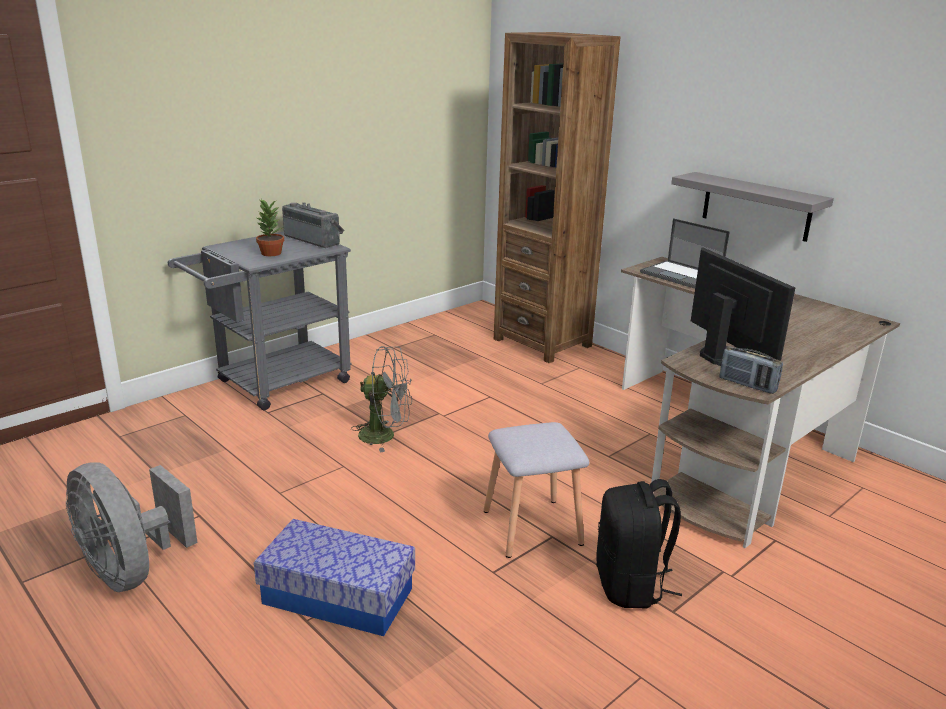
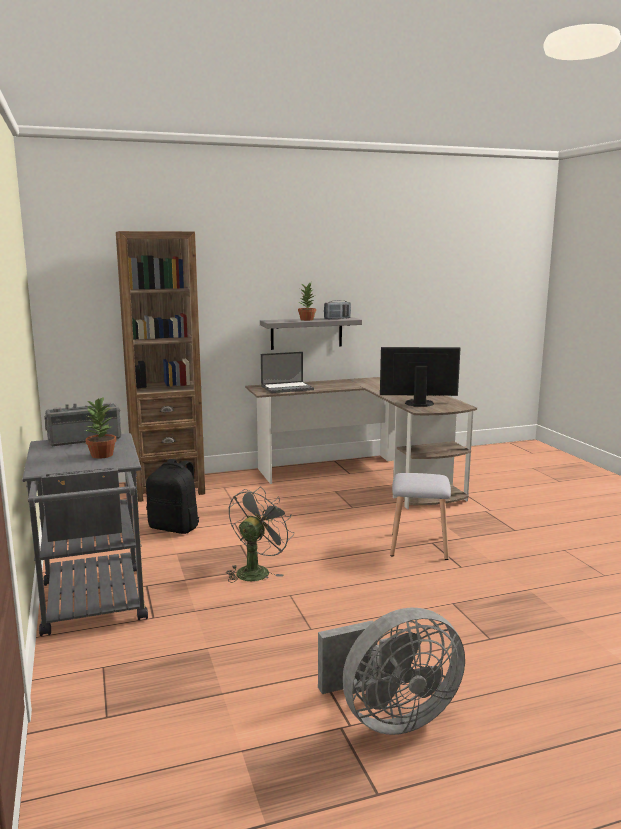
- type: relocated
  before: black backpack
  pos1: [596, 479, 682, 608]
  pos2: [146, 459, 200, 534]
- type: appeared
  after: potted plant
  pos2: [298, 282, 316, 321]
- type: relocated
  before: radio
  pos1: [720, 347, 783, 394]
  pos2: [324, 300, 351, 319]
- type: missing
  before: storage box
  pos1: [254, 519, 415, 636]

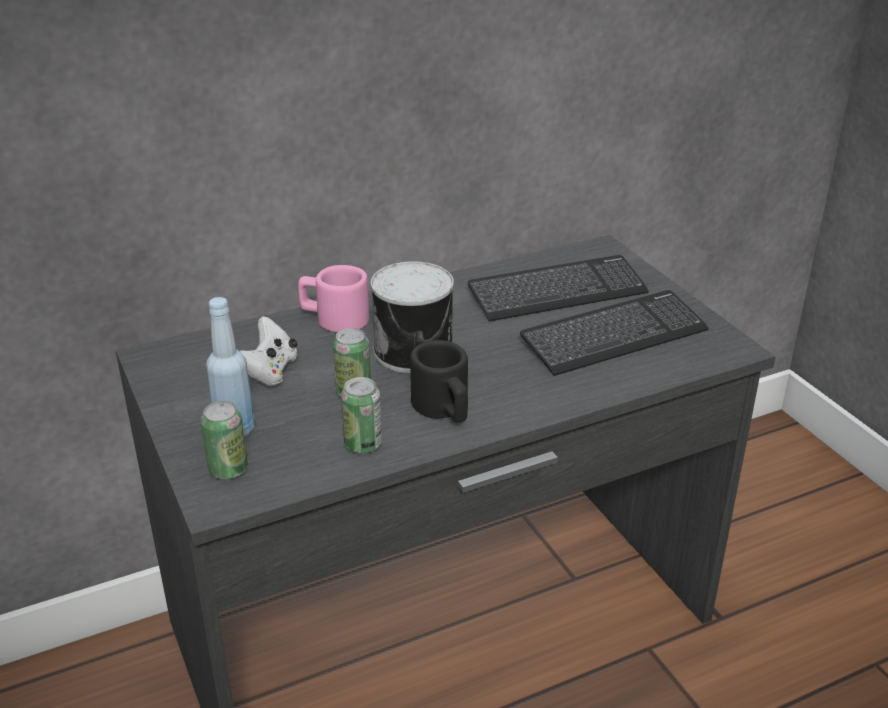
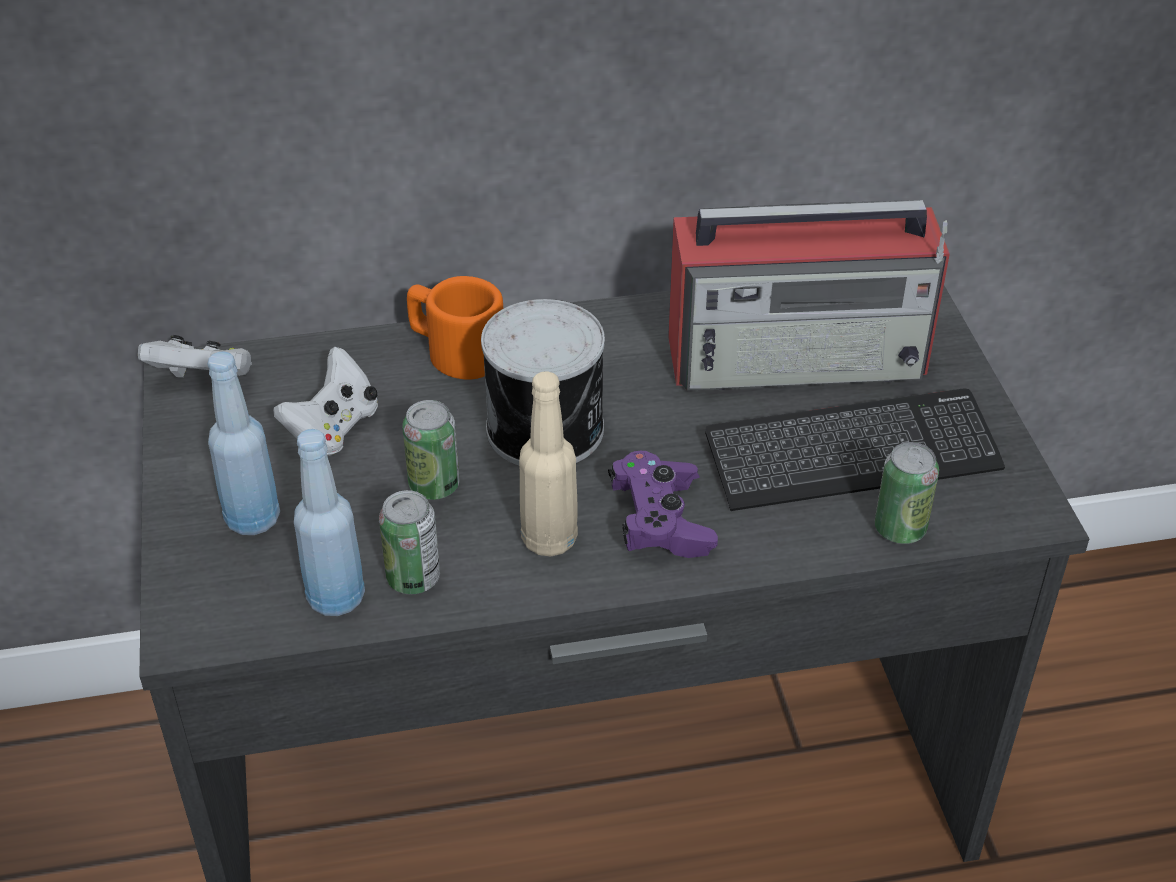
- type: appeared
  after: white game controller
  pos2: [138, 335, 252, 377]
- type: appeared
  after: blue bottle
  pos2: [294, 429, 365, 616]
- type: colour
  before: pink mug
  after: orange mug
  pos1: [298, 265, 369, 332]
  pos2: [407, 276, 503, 379]
- type: exchanged
  before: black mug
  after: beige bottle
  pos1: [410, 340, 468, 423]
  pos2: [519, 371, 578, 557]
- type: appeared
  after: purple game controller
  pos2: [608, 451, 718, 558]
- type: exchanged
  before: keyboard
  after: radio
  pos1: [468, 255, 649, 322]
  pos2: [668, 200, 950, 391]
- type: relocated
  before: can
  pos1: [201, 401, 248, 479]
  pos2: [874, 442, 939, 544]

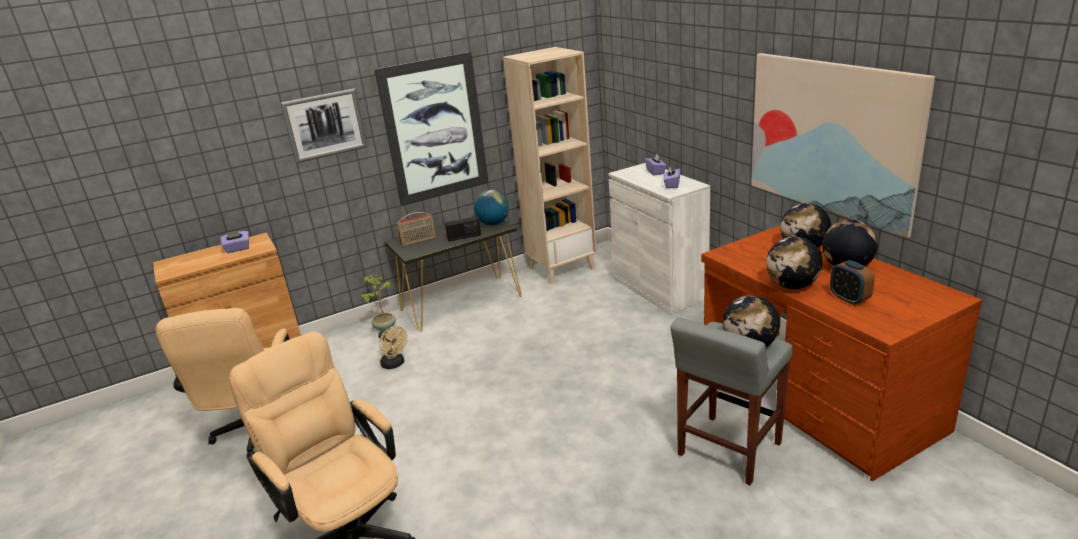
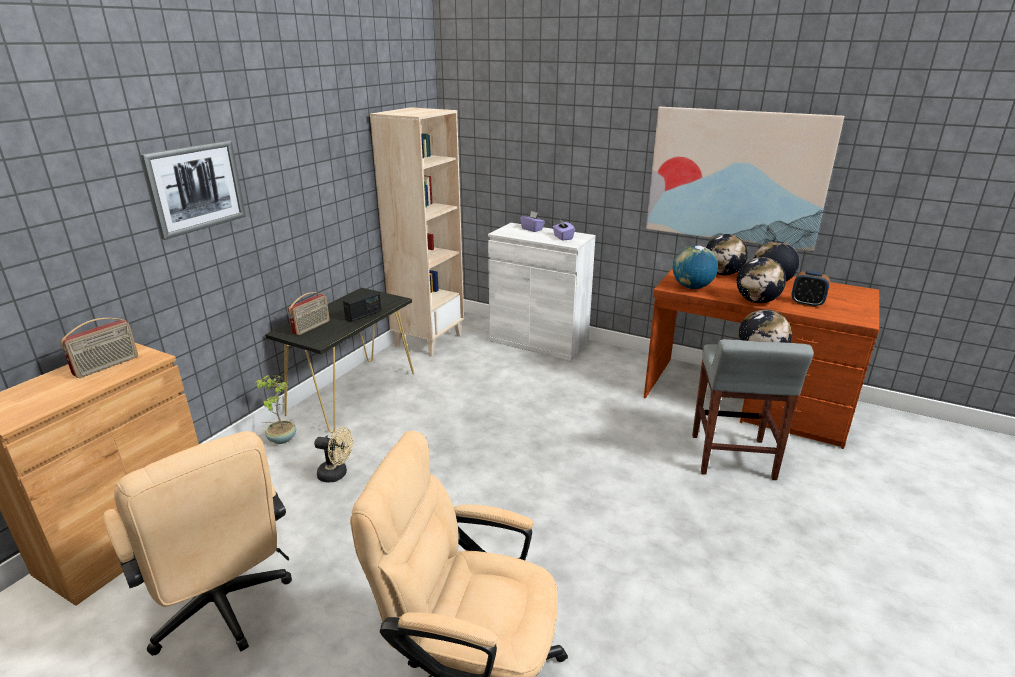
- type: exchanged
  before: purple tissue box
  after: radio
  pos1: [221, 231, 249, 253]
  pos2: [60, 318, 138, 378]
- type: relocated
  before: globe
  pos1: [474, 190, 509, 225]
  pos2: [673, 245, 718, 289]
- type: missing
  before: picture
  pos1: [374, 52, 489, 206]

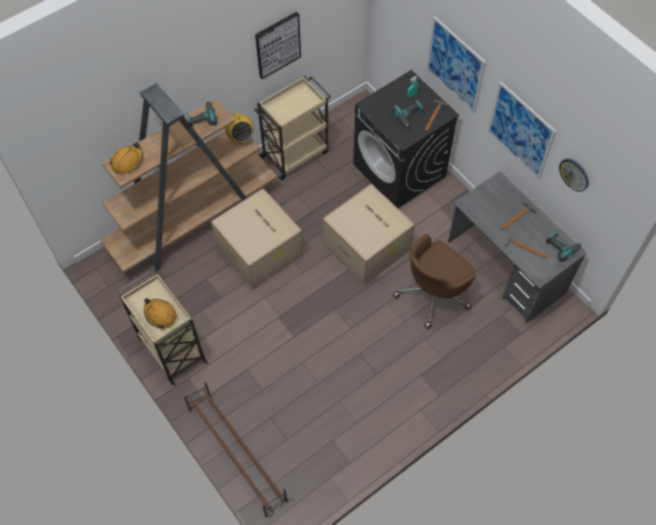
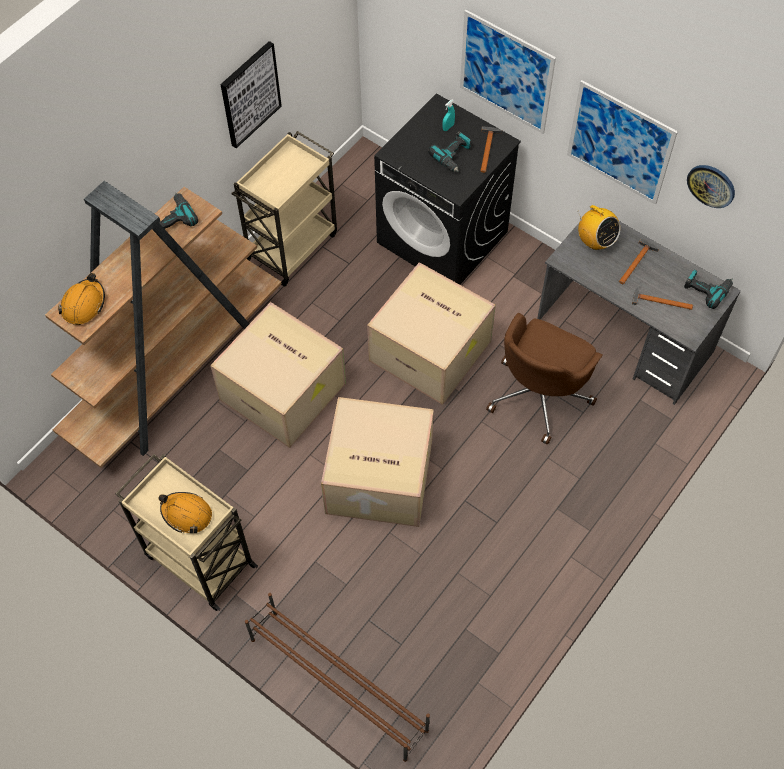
- type: appeared
  after: cardboard box
  pos2: [321, 397, 434, 527]
- type: relocated
  before: radio
  pos1: [225, 111, 254, 143]
  pos2: [578, 205, 621, 250]

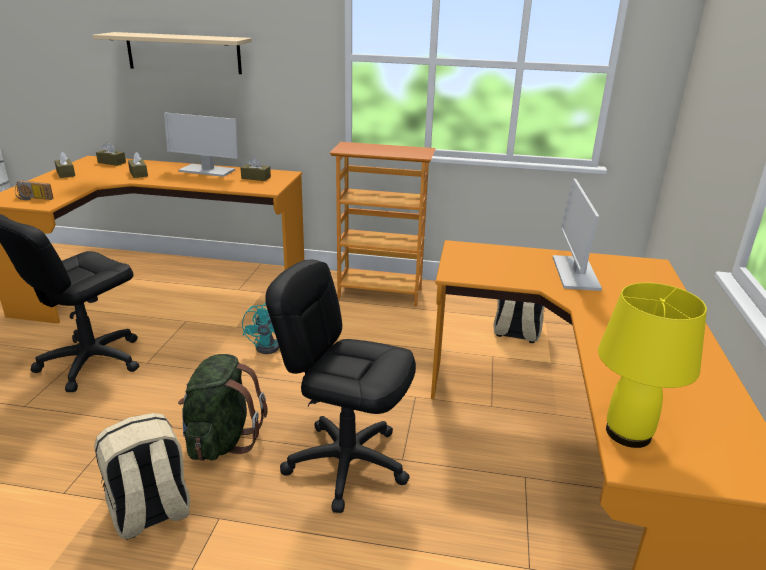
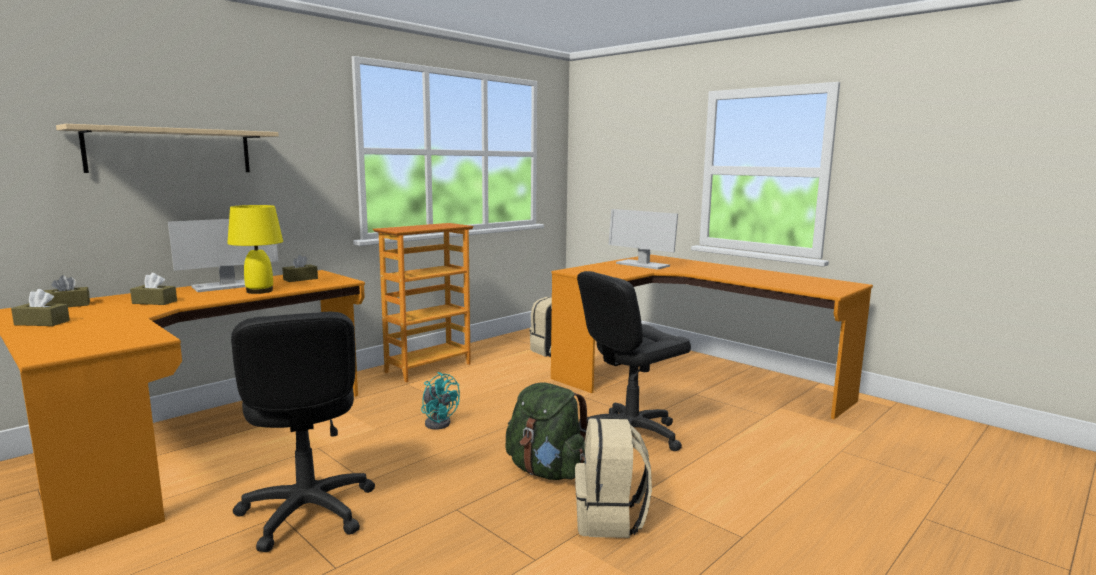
- type: relocated
  before: yellow table lamp
  pos1: [598, 282, 707, 448]
  pos2: [227, 205, 283, 294]
- type: missing
  before: radio
  pos1: [15, 180, 54, 200]

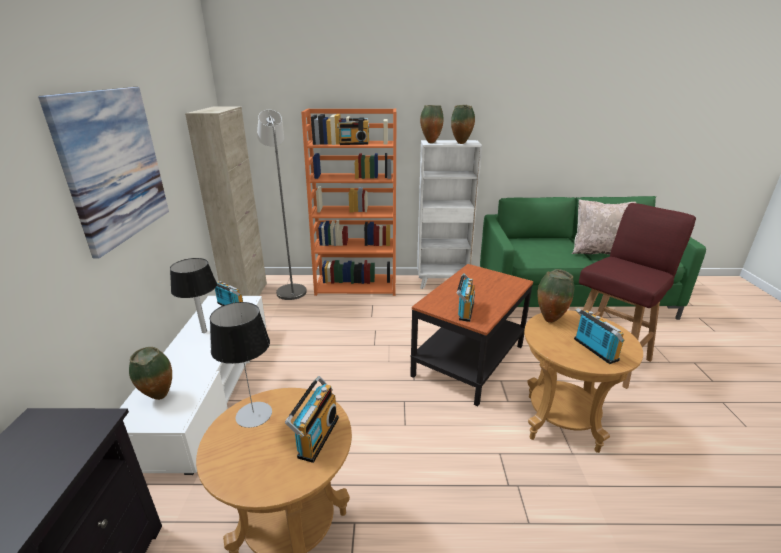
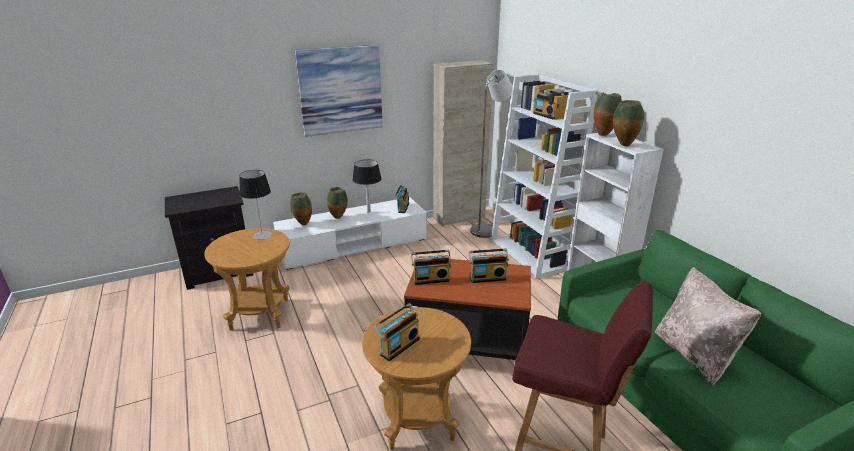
- type: relocated
  before: vase
  pos1: [537, 269, 574, 323]
  pos2: [327, 187, 348, 219]
- type: relocated
  before: radio
  pos1: [285, 376, 339, 463]
  pos2: [469, 248, 509, 283]
- type: colour
  before: orange bookcase
  after: white bookcase
  pos1: [301, 109, 397, 296]
  pos2: [491, 74, 598, 279]

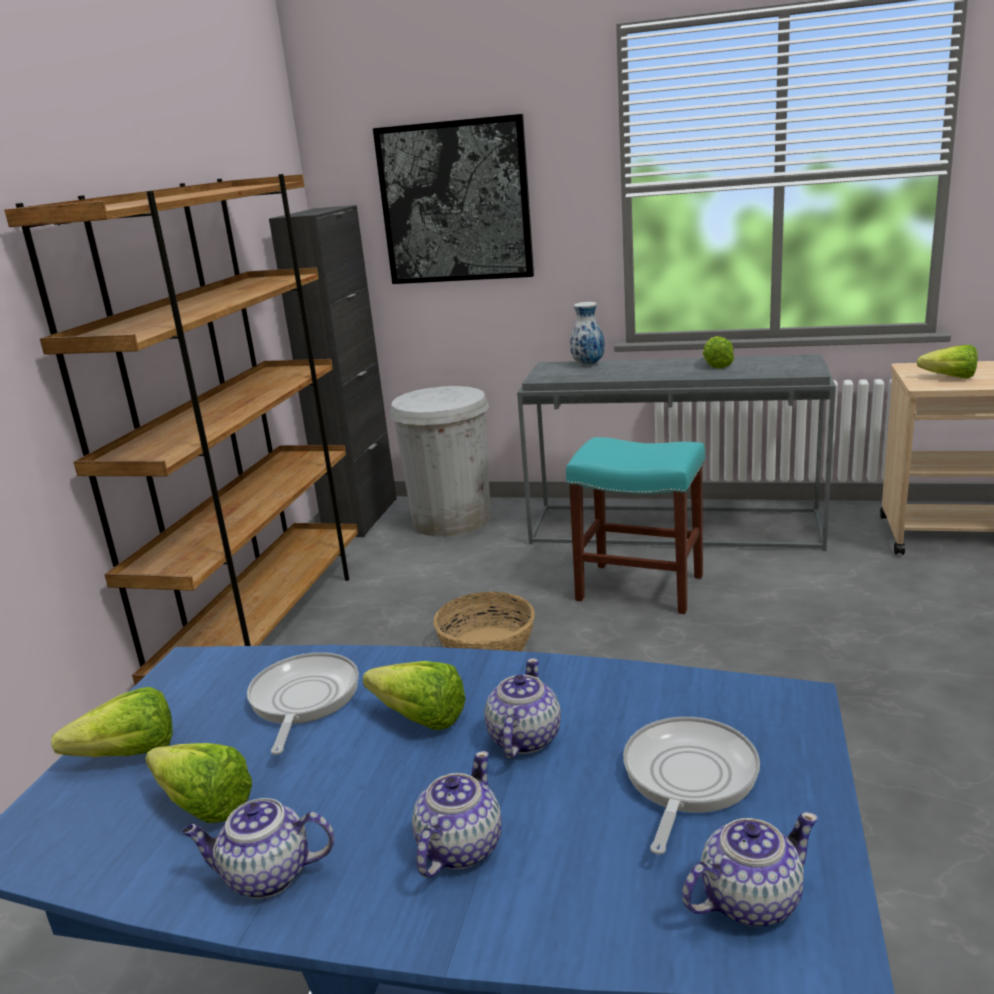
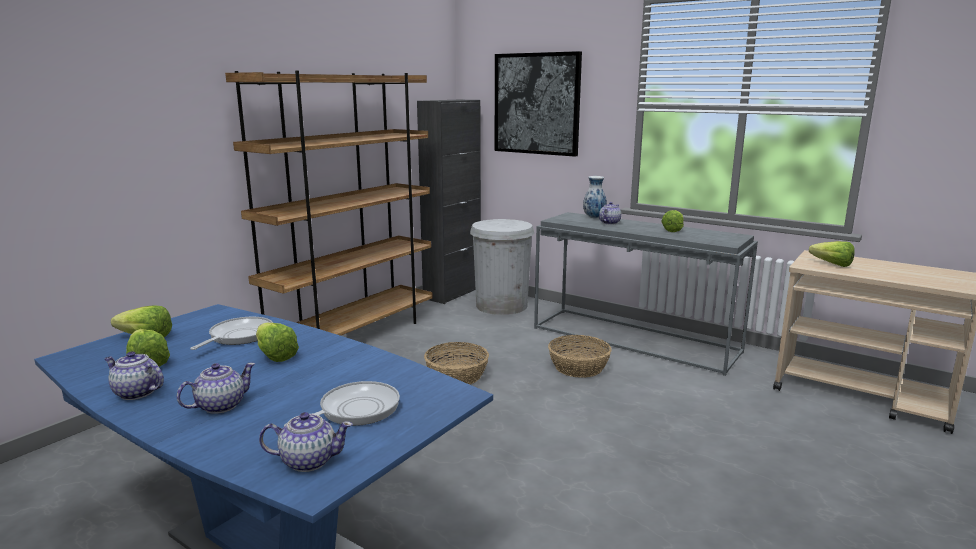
- type: exchanged
  before: turquoise stool
  after: basket
  pos1: [566, 437, 705, 614]
  pos2: [548, 335, 612, 378]
- type: relocated
  before: teapot
  pos1: [484, 658, 561, 759]
  pos2: [599, 202, 621, 225]

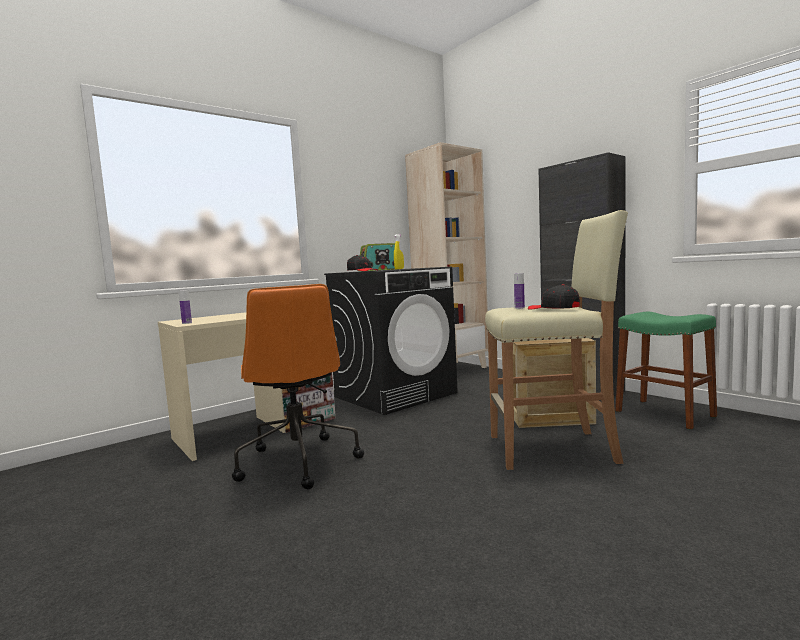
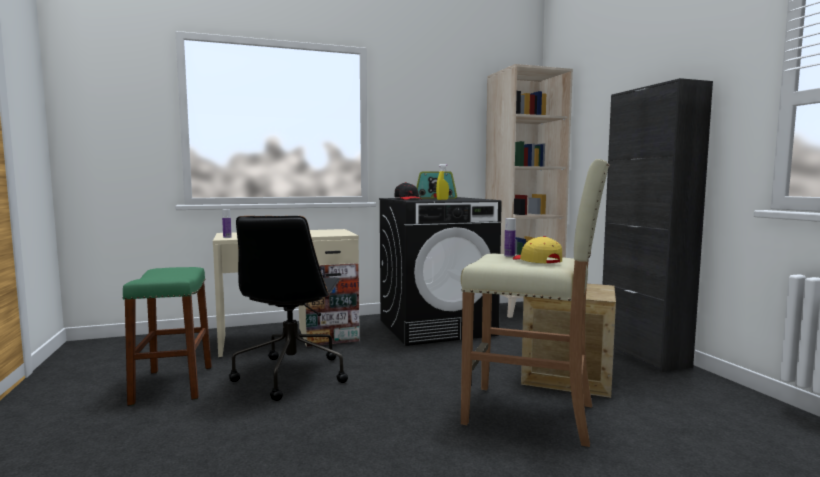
- type: relocated
  before: green stool
  pos1: [615, 312, 717, 430]
  pos2: [123, 267, 212, 406]
- type: colour
  before: orange office chair
  after: black office chair
  pos1: [232, 284, 364, 489]
  pos2: [229, 216, 348, 401]
- type: colour
  before: black cap
  after: yellow cap
  pos1: [528, 284, 580, 310]
  pos2: [513, 236, 562, 263]

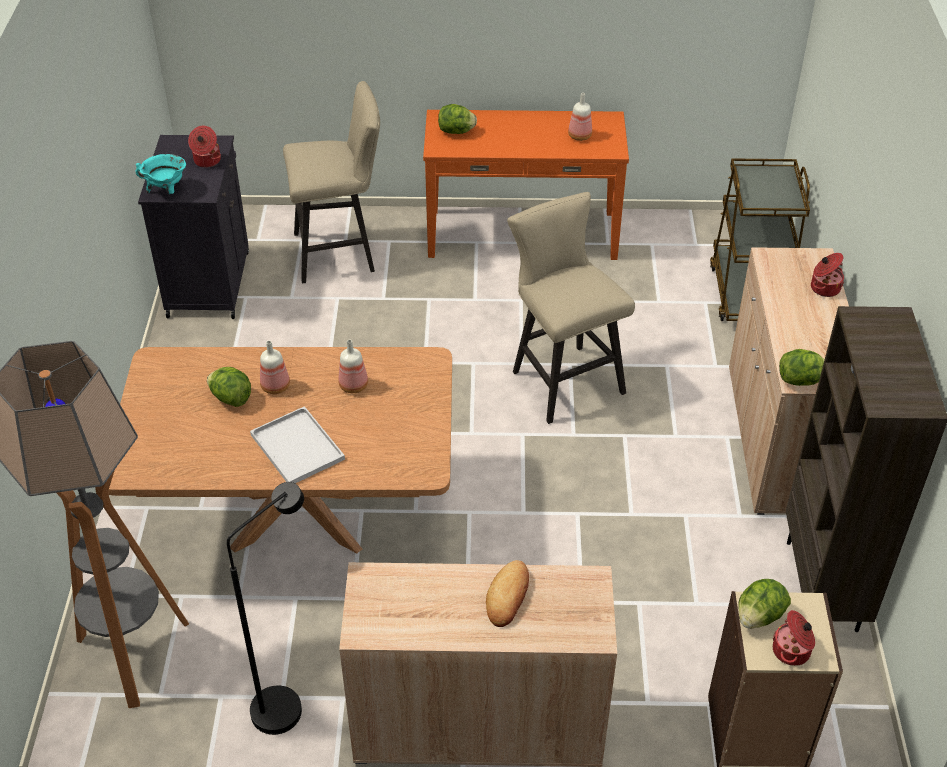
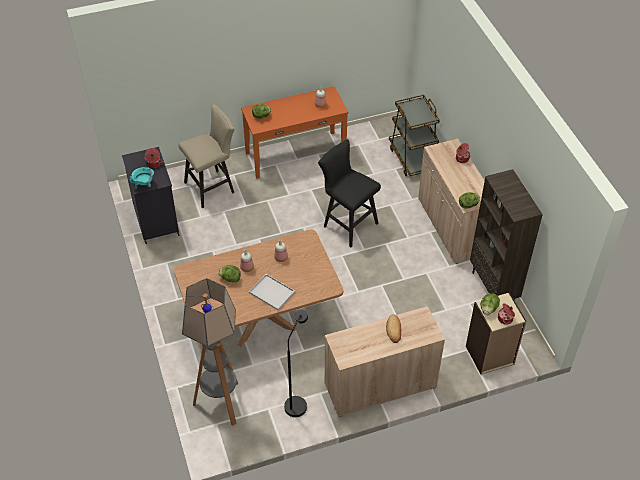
- type: colour
  before: beige stool
  after: black stool
  pos1: [507, 192, 635, 424]
  pos2: [318, 139, 381, 247]

